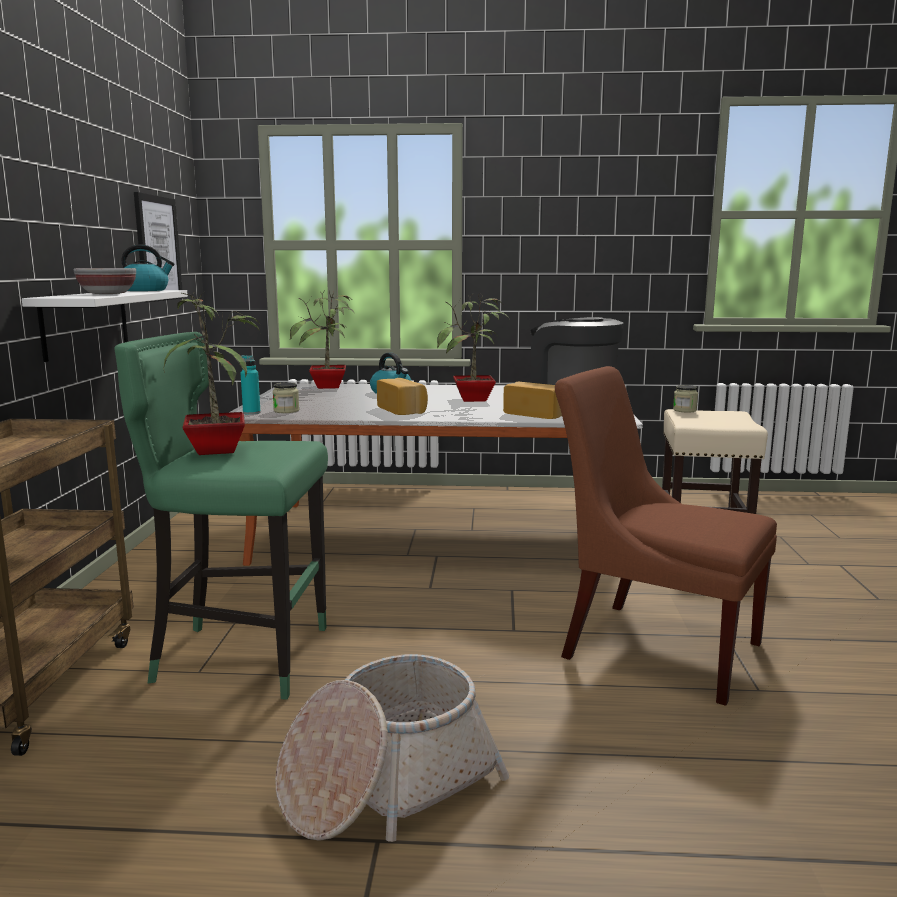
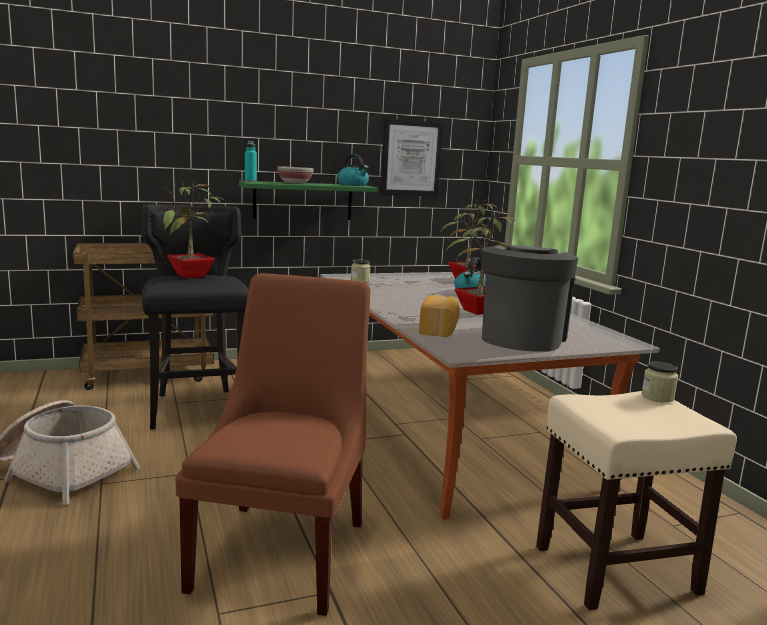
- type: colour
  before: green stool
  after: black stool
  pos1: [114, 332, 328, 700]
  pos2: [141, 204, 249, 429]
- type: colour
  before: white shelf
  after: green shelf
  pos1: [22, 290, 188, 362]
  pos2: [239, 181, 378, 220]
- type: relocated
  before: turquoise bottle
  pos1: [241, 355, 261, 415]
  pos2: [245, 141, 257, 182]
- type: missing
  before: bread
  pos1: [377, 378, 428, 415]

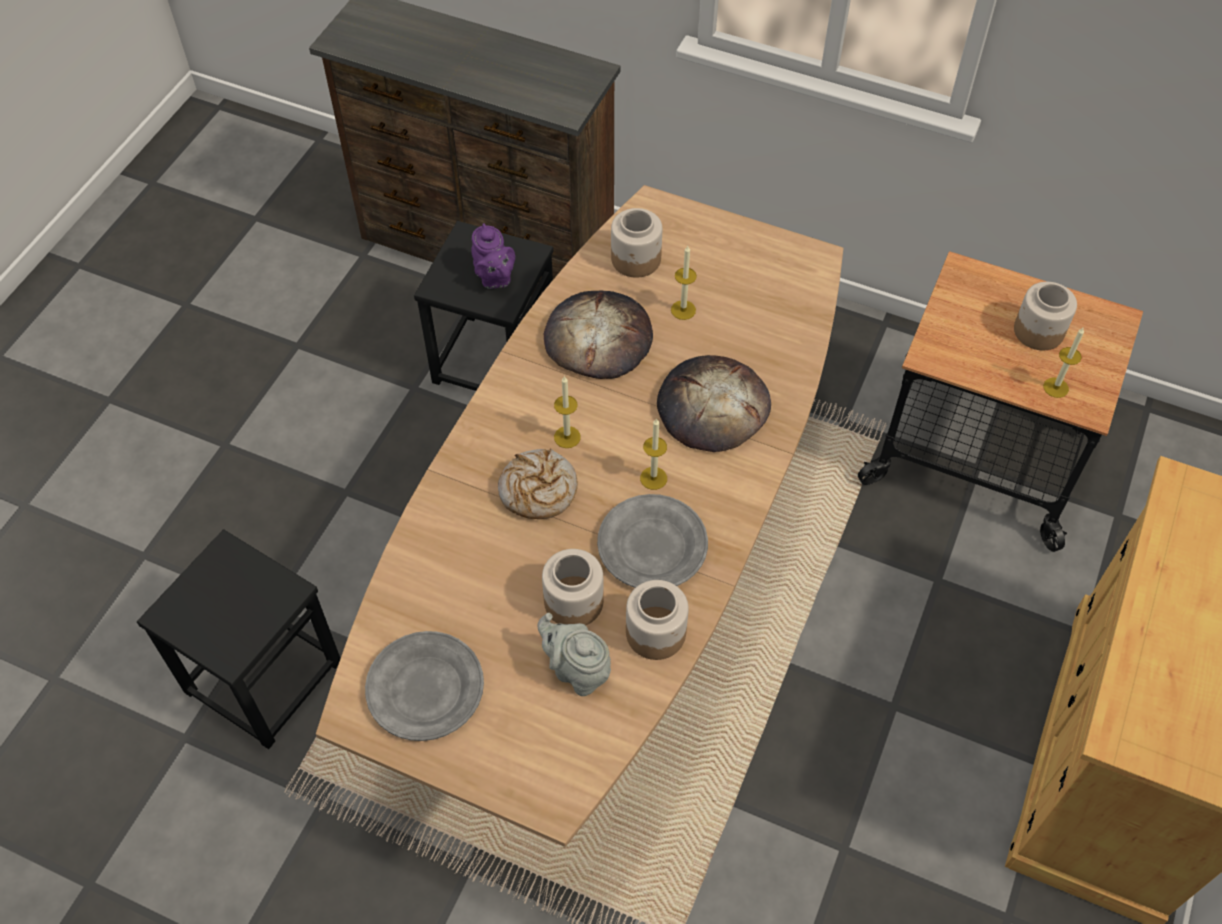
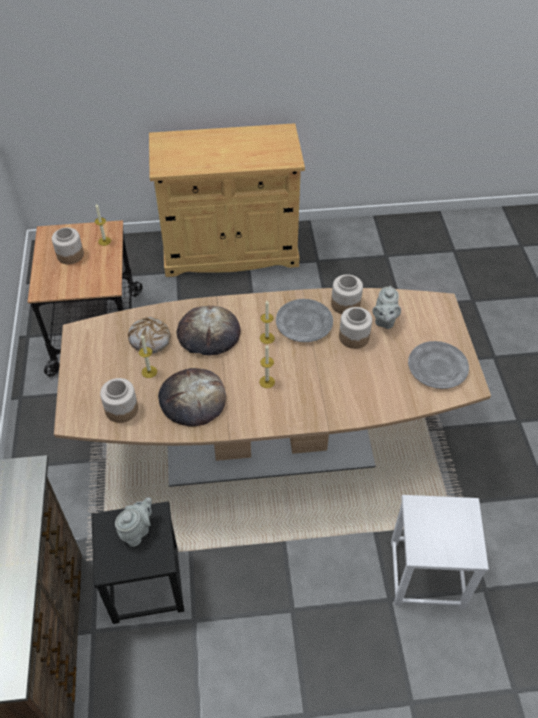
- type: colour
  before: purple teapot
  after: grey teapot
  pos1: [471, 224, 515, 289]
  pos2: [115, 497, 152, 547]
- type: relocated
  before: bread
  pos1: [498, 448, 578, 519]
  pos2: [128, 317, 170, 353]
- type: colour
  before: black stool
  after: white stool
  pos1: [137, 530, 341, 749]
  pos2: [391, 495, 489, 609]

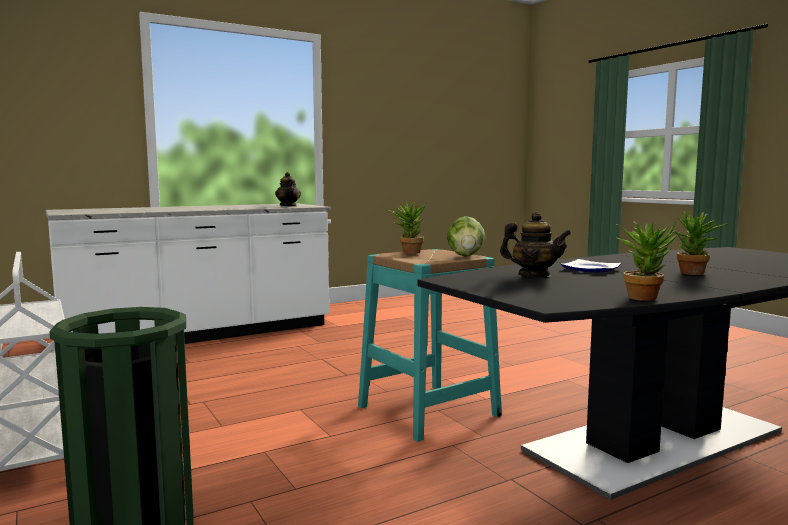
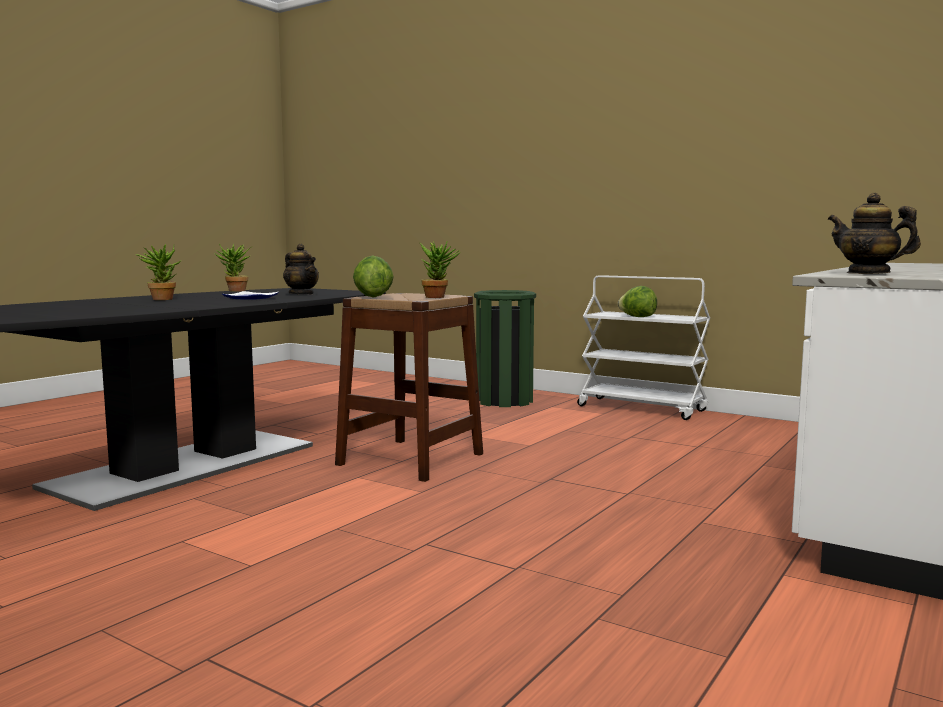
- type: spun
  before: teapot
  pos1: [500, 212, 571, 277]
  pos2: [283, 244, 319, 295]
  turn: -135
- type: colour
  before: turquoise stool
  after: brown stool
  pos1: [358, 249, 502, 442]
  pos2: [335, 293, 483, 482]
- type: appeared
  after: lettuce
  pos2: [618, 286, 657, 317]

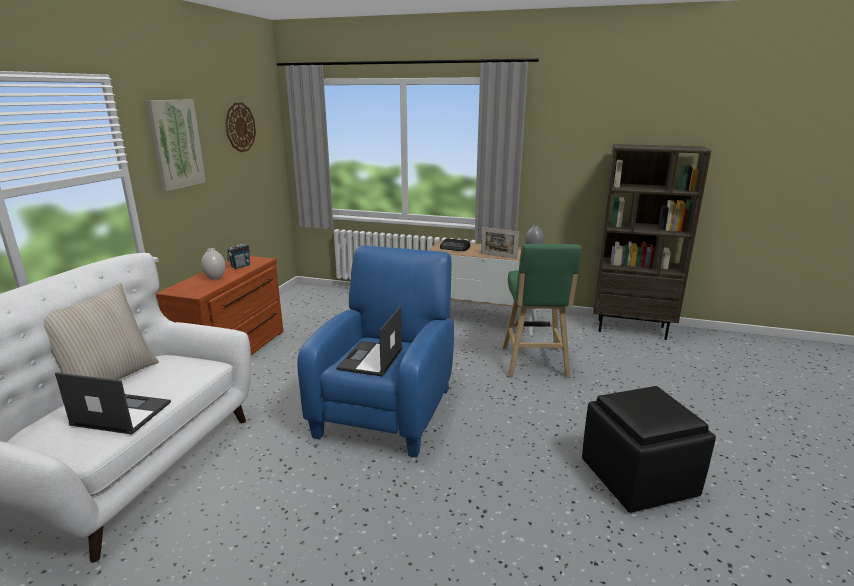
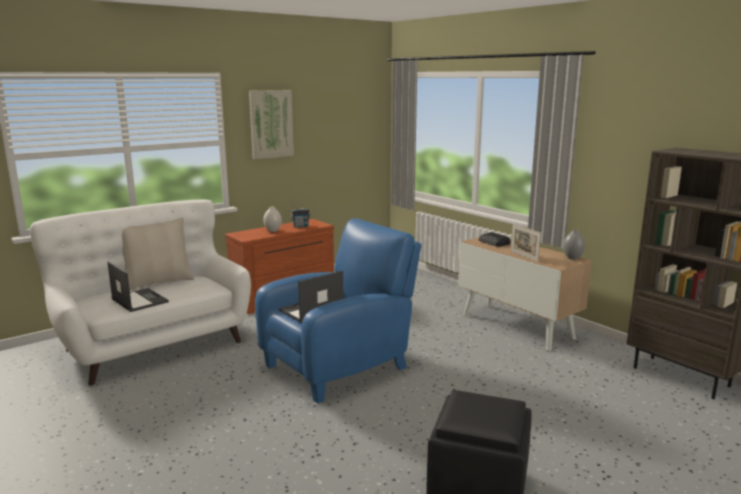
- type: missing
  before: wall clock
  pos1: [225, 103, 256, 152]
- type: missing
  before: green stool
  pos1: [502, 244, 581, 378]

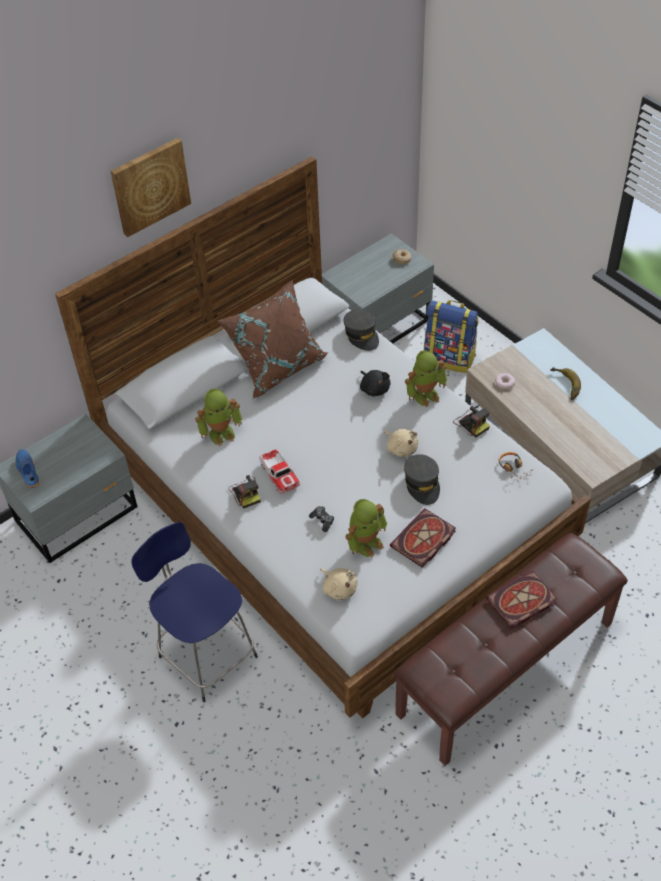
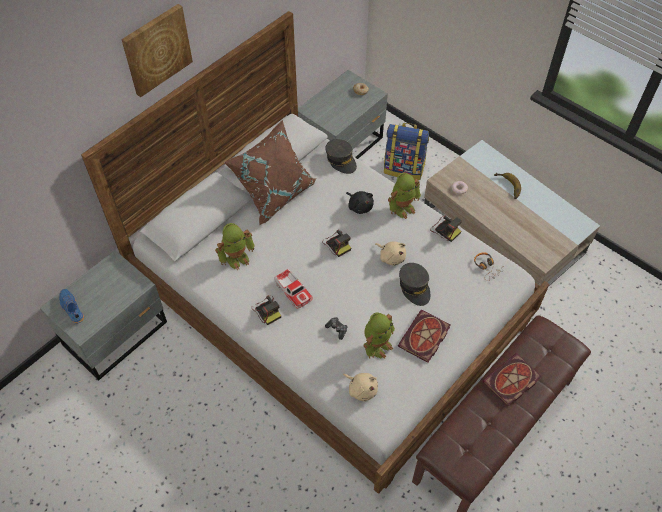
- type: appeared
  after: photo camera
  pos2: [322, 229, 351, 257]
- type: missing
  before: blue stool
  pos1: [131, 522, 258, 702]

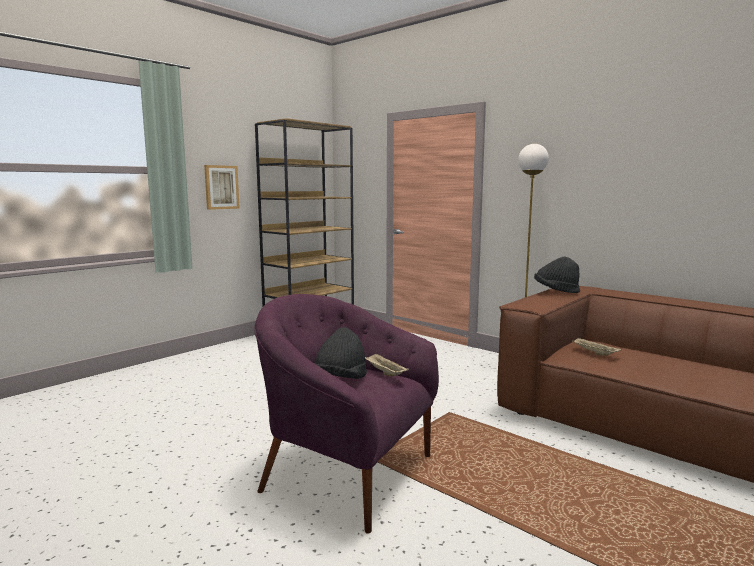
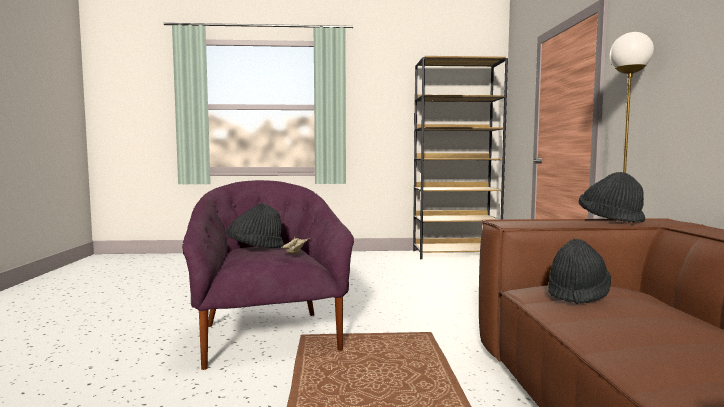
- type: exchanged
  before: beige tray
  after: black hat
  pos1: [572, 338, 622, 356]
  pos2: [548, 239, 611, 304]
- type: missing
  before: picture
  pos1: [204, 165, 240, 210]

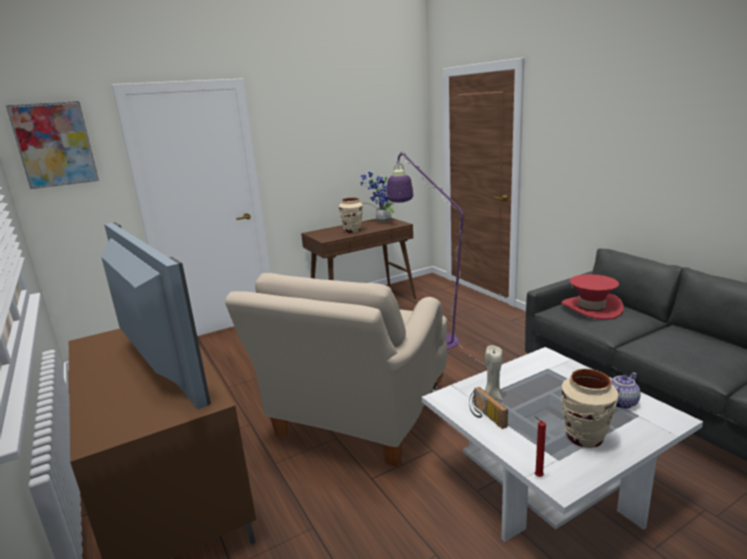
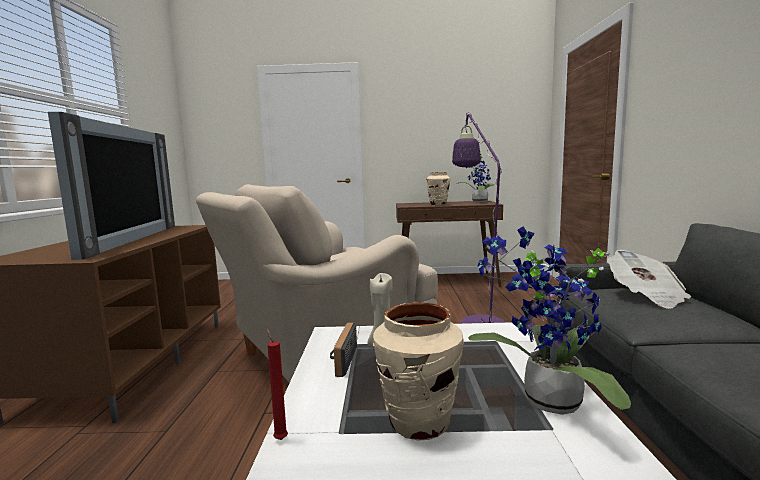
- type: exchanged
  before: teapot
  after: potted plant
  pos1: [611, 372, 641, 409]
  pos2: [468, 227, 631, 415]
- type: exchanged
  before: red hat
  after: newspaper
  pos1: [561, 274, 624, 320]
  pos2: [607, 250, 691, 309]
- type: missing
  before: picture
  pos1: [6, 101, 99, 189]

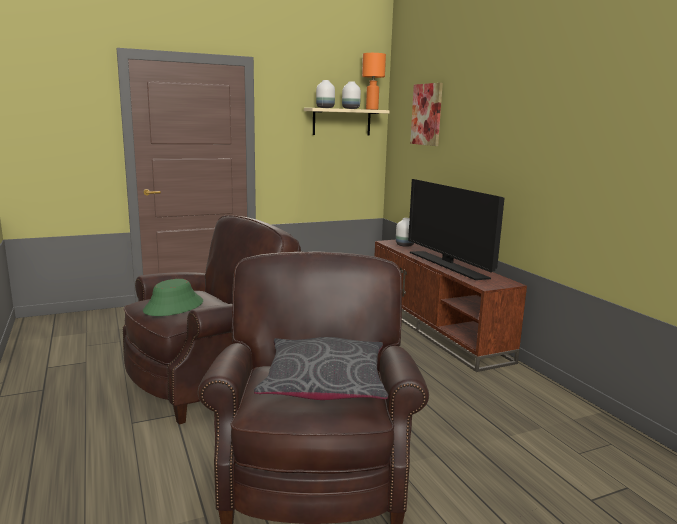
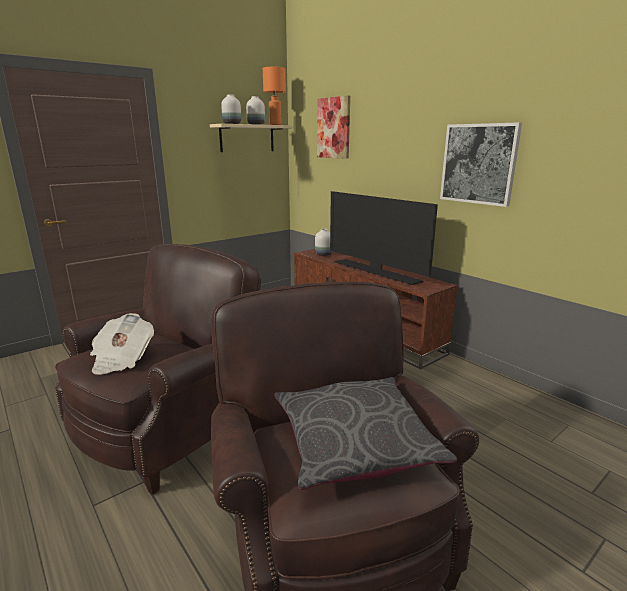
- type: exchanged
  before: green hat
  after: newspaper
  pos1: [143, 279, 203, 316]
  pos2: [90, 313, 154, 375]
- type: appeared
  after: picture
  pos2: [440, 122, 522, 207]

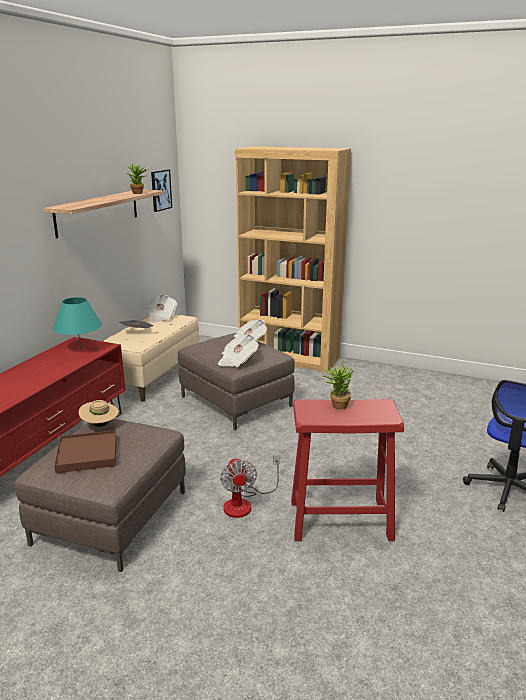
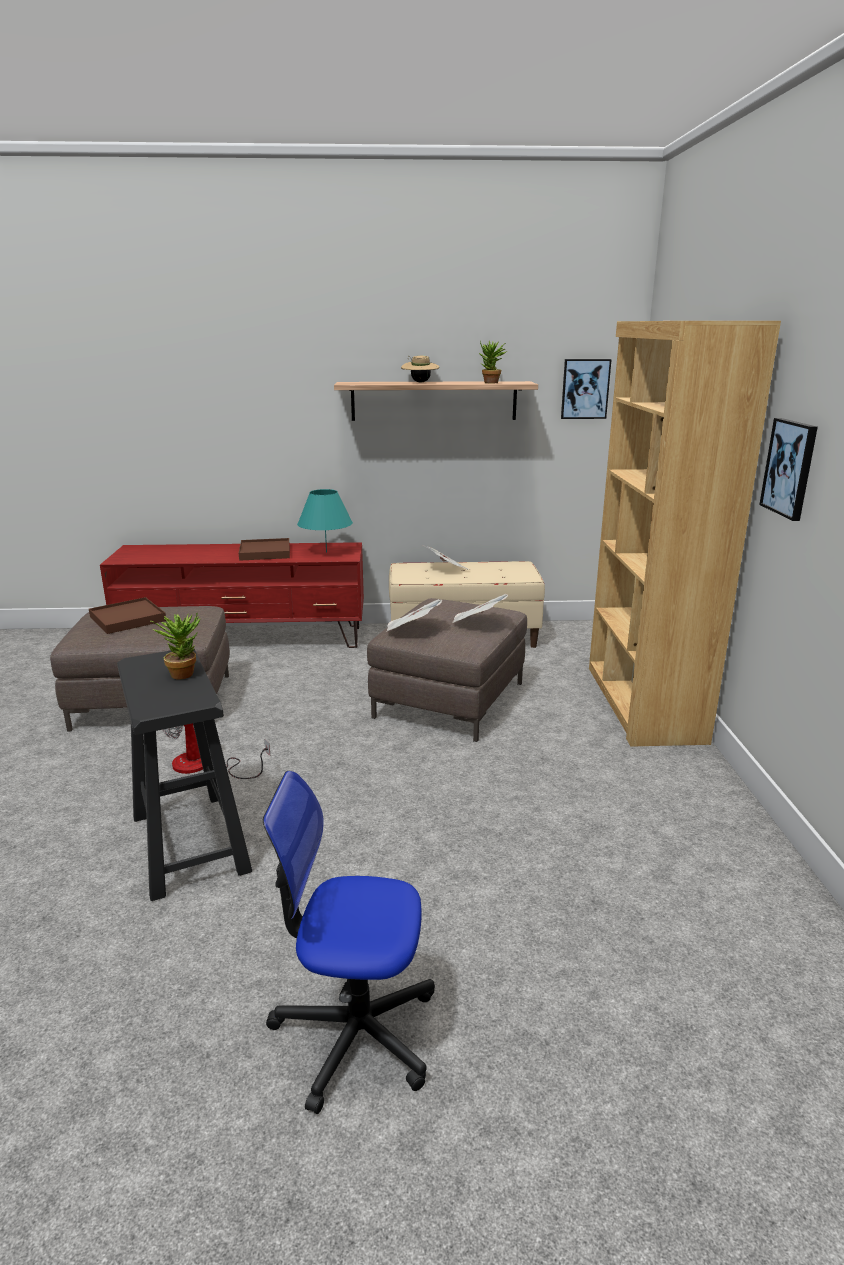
- type: colour
  before: red stool
  after: black stool
  pos1: [291, 399, 404, 541]
  pos2: [117, 650, 252, 901]
- type: appeared
  after: brown tray
  pos2: [239, 538, 290, 561]
- type: relocated
  before: beige hat
  pos1: [78, 400, 119, 427]
  pos2: [401, 356, 439, 382]
- type: appeared
  after: picture
  pos2: [759, 418, 818, 521]
- type: missing
  before: newspaper
  pos1: [146, 295, 177, 323]

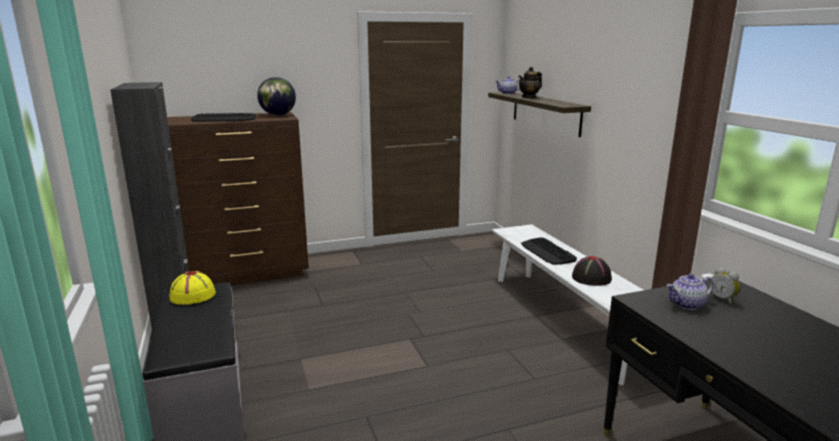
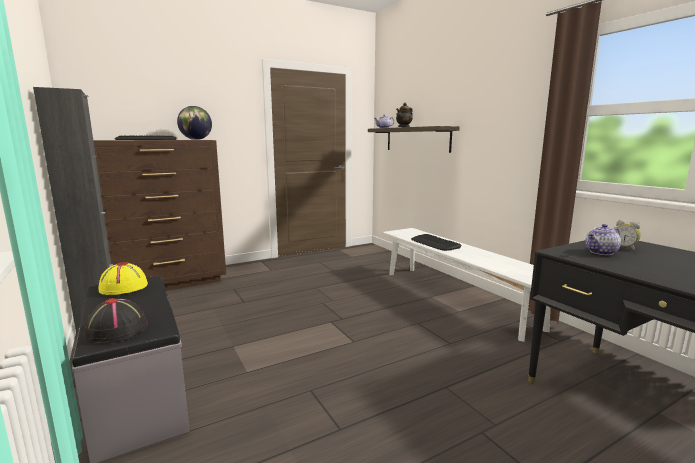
- type: relocated
  before: black hat
  pos1: [572, 256, 612, 286]
  pos2: [83, 298, 148, 344]

